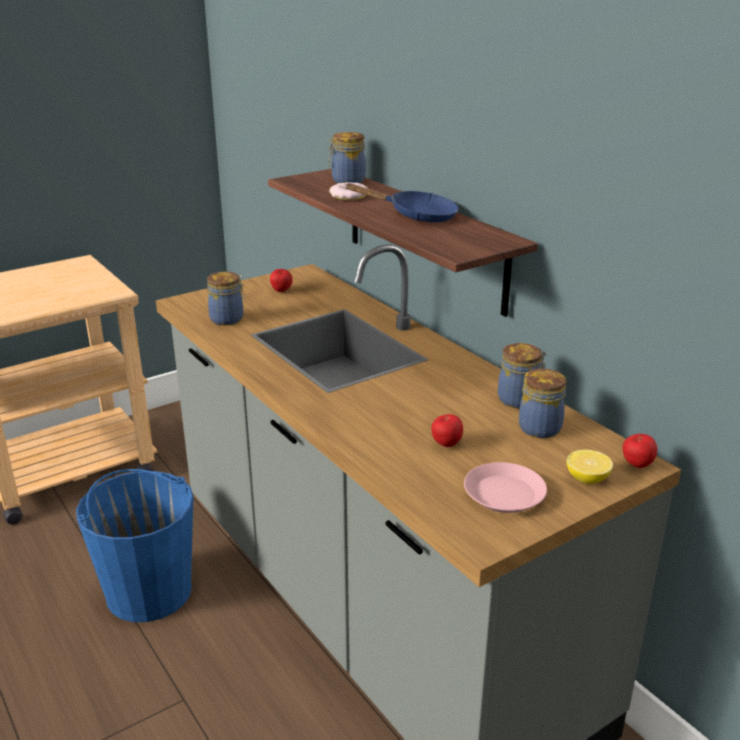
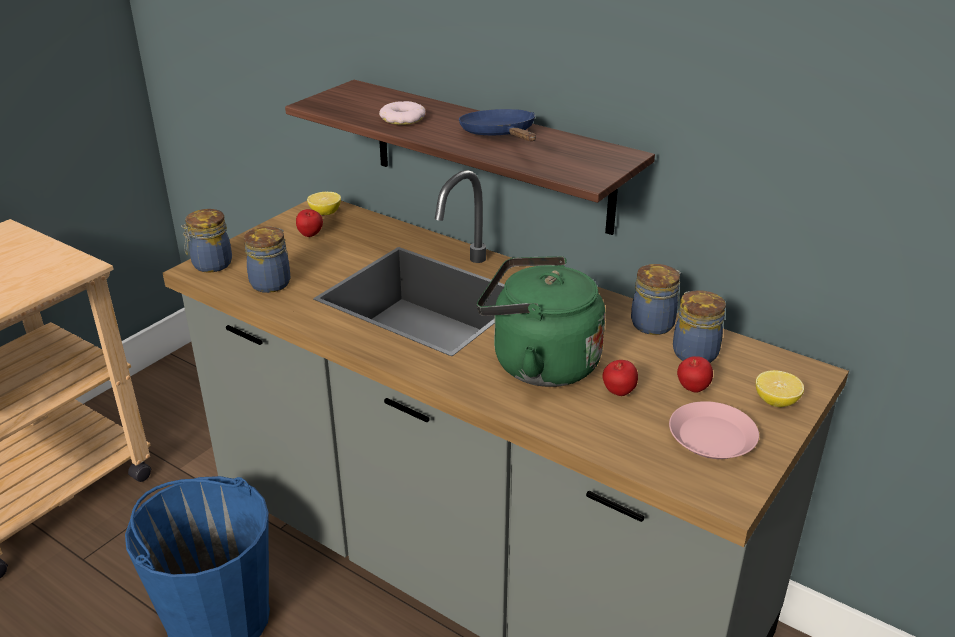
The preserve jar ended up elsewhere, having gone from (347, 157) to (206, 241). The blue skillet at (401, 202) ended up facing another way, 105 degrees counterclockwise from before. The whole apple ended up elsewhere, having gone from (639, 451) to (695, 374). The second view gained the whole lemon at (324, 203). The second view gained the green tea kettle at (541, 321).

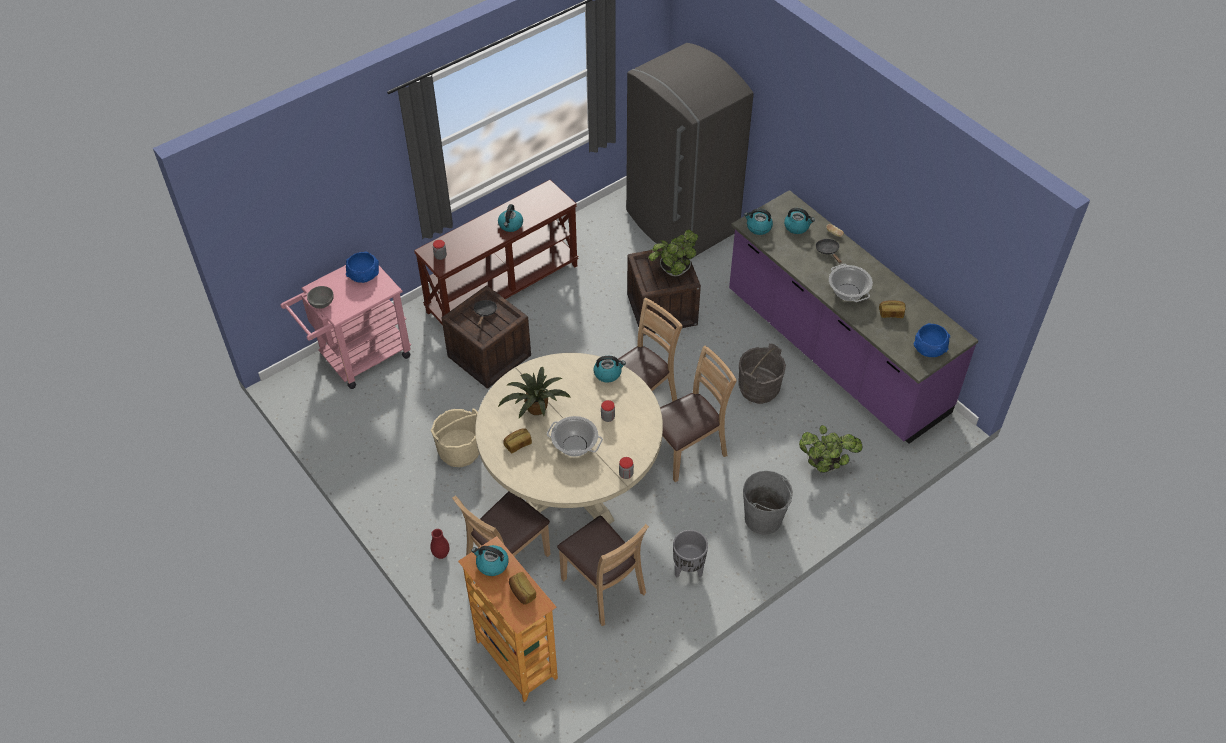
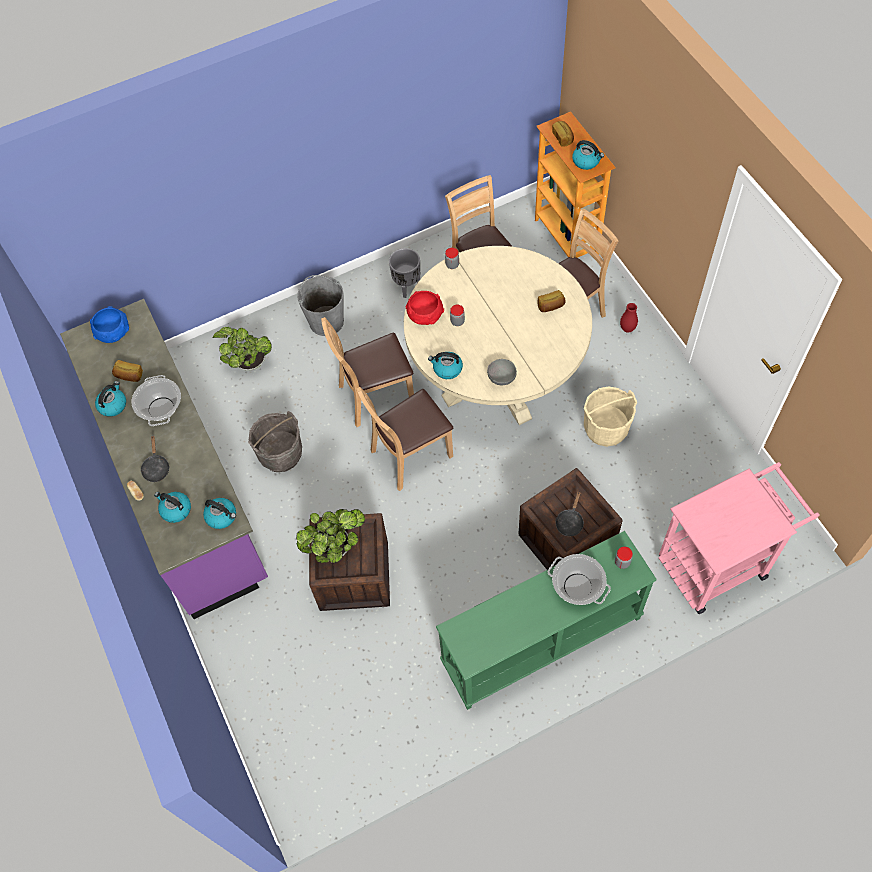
The second view lost the greyish kitchen fridge at (690, 149). What was the brown narrow table at (496, 252) turned into the green narrow table at (546, 620). The tea kettle ended up elsewhere, having gone from (510, 218) to (110, 399). The second view lost the blue serving bowl at (362, 267). The greyish serving bowl ended up elsewhere, having gone from (320, 297) to (502, 372). The second view lost the potted plant at (534, 392). The stockpot ended up elsewhere, having gone from (575, 436) to (579, 579). The second view gained the red serving bowl at (425, 308).

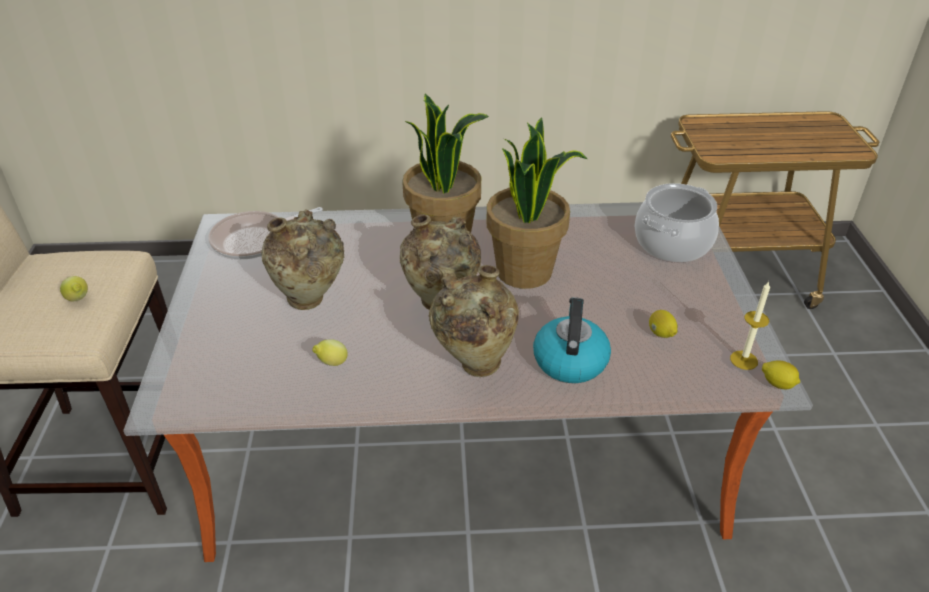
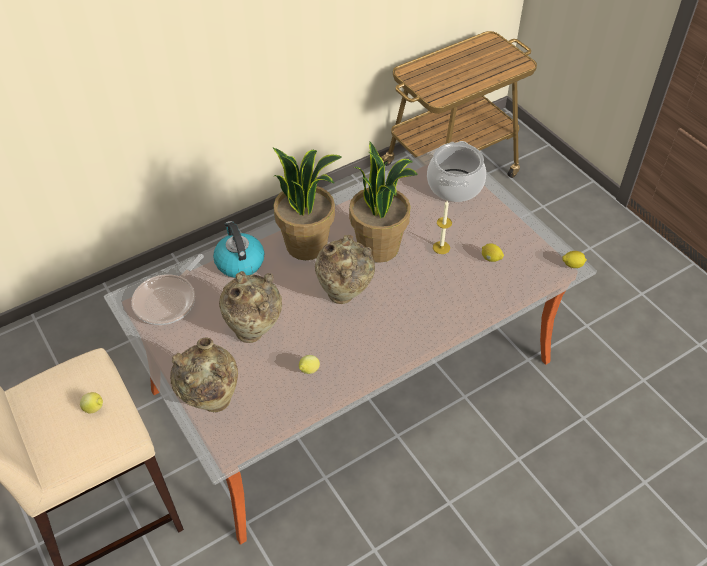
The beige-coloured flower vase ended up elsewhere, having gone from (474, 321) to (204, 374). The wax light ended up elsewhere, having gone from (750, 325) to (442, 227). The tea kettle ended up elsewhere, having gone from (572, 340) to (238, 249).

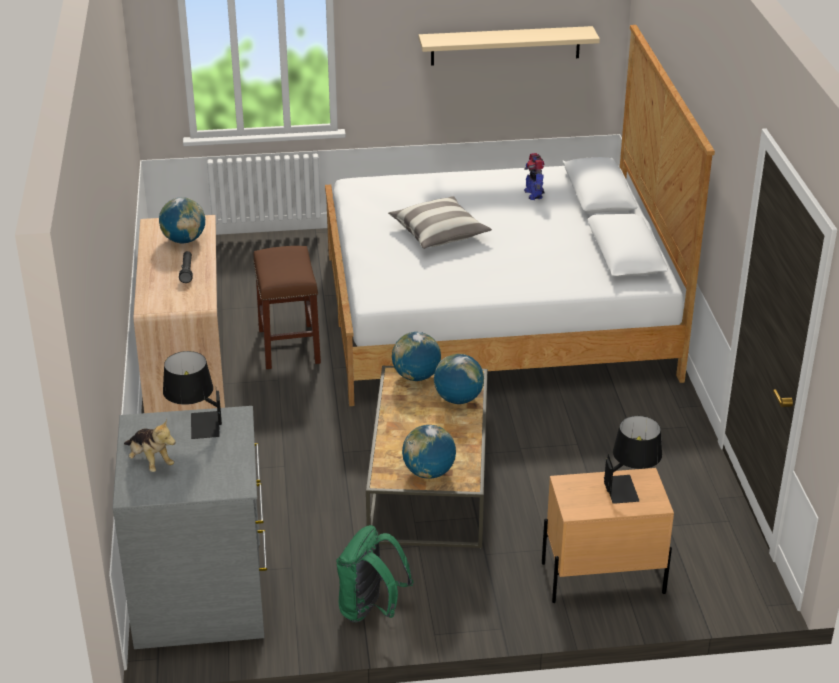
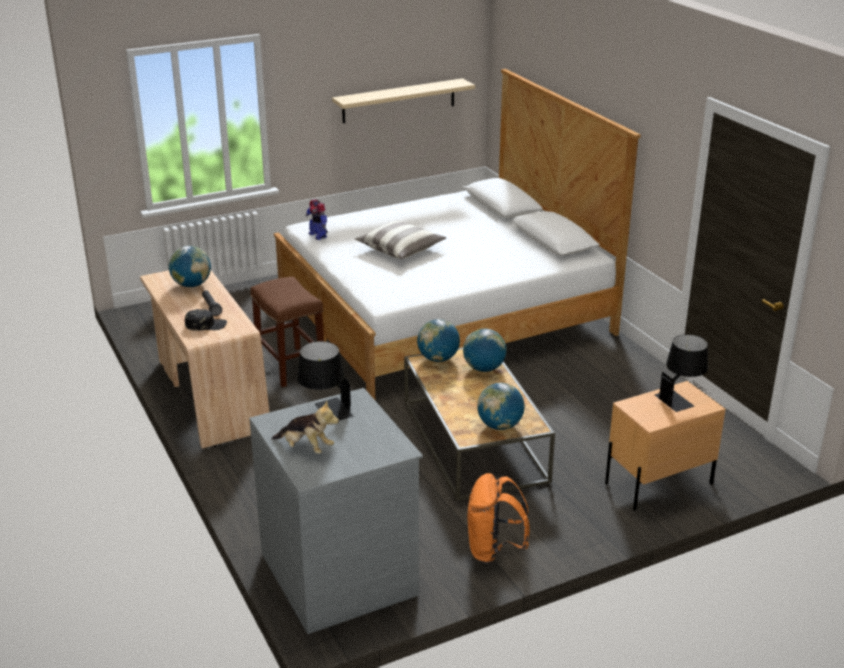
The toy robot ended up elsewhere, having gone from (534, 176) to (317, 219). What was the green rucksack at (375, 573) turned into the orange rucksack at (499, 518). The second view gained the black peaked cap at (206, 320).

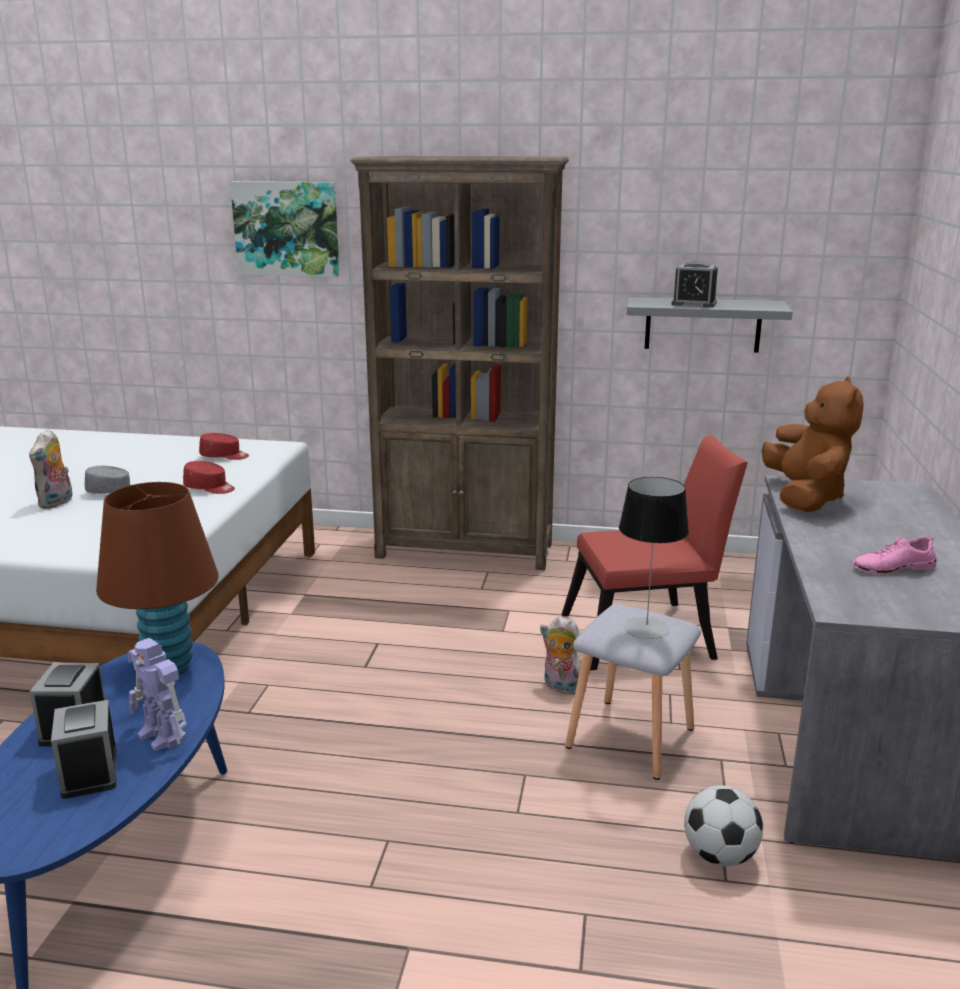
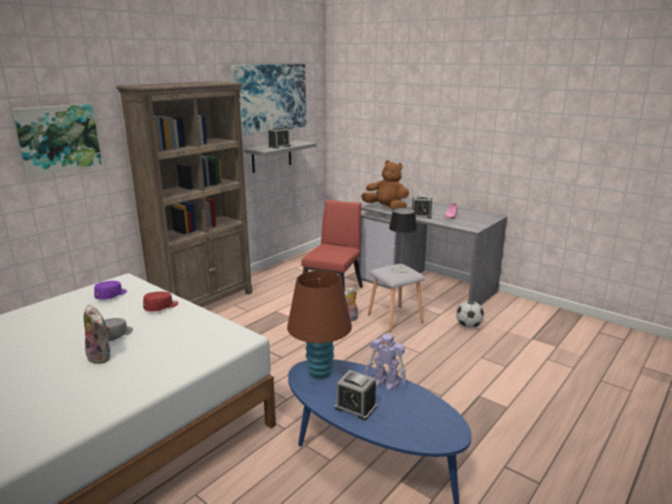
What was the red peaked cap at (224, 446) turned into the purple peaked cap at (110, 290). The toy robot at (156, 694) ended up facing another way, 45 degrees clockwise from before. The bedside clock ended up elsewhere, having gone from (84, 749) to (422, 206). The second view gained the wall art at (268, 100).

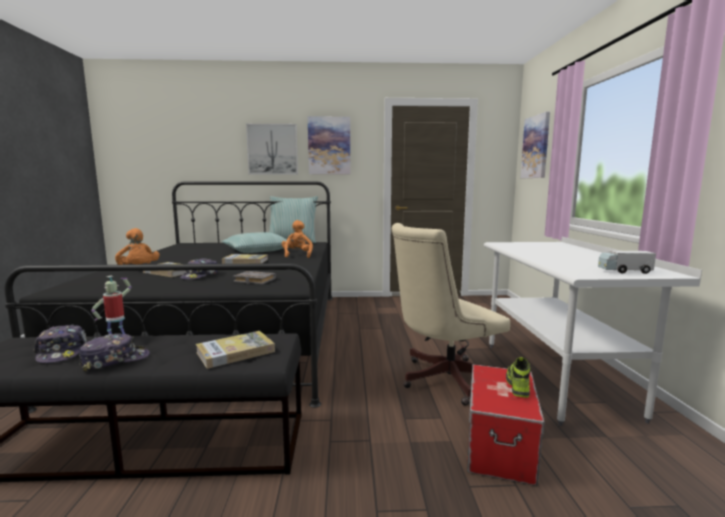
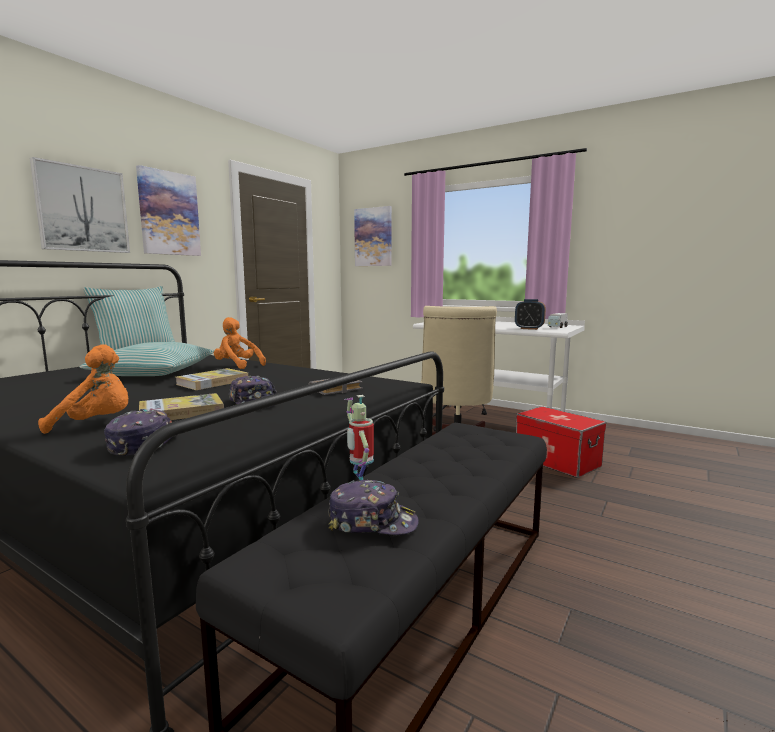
The second view lost the bound book at (235, 350). The peaked cap ended up elsewhere, having gone from (114, 352) to (141, 432). The second view lost the shoe at (518, 377). The second view gained the bedside clock at (530, 314).

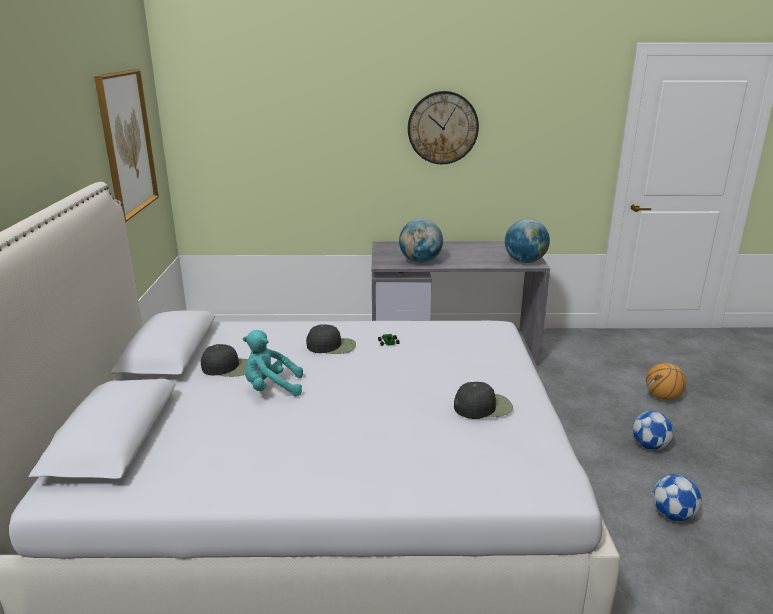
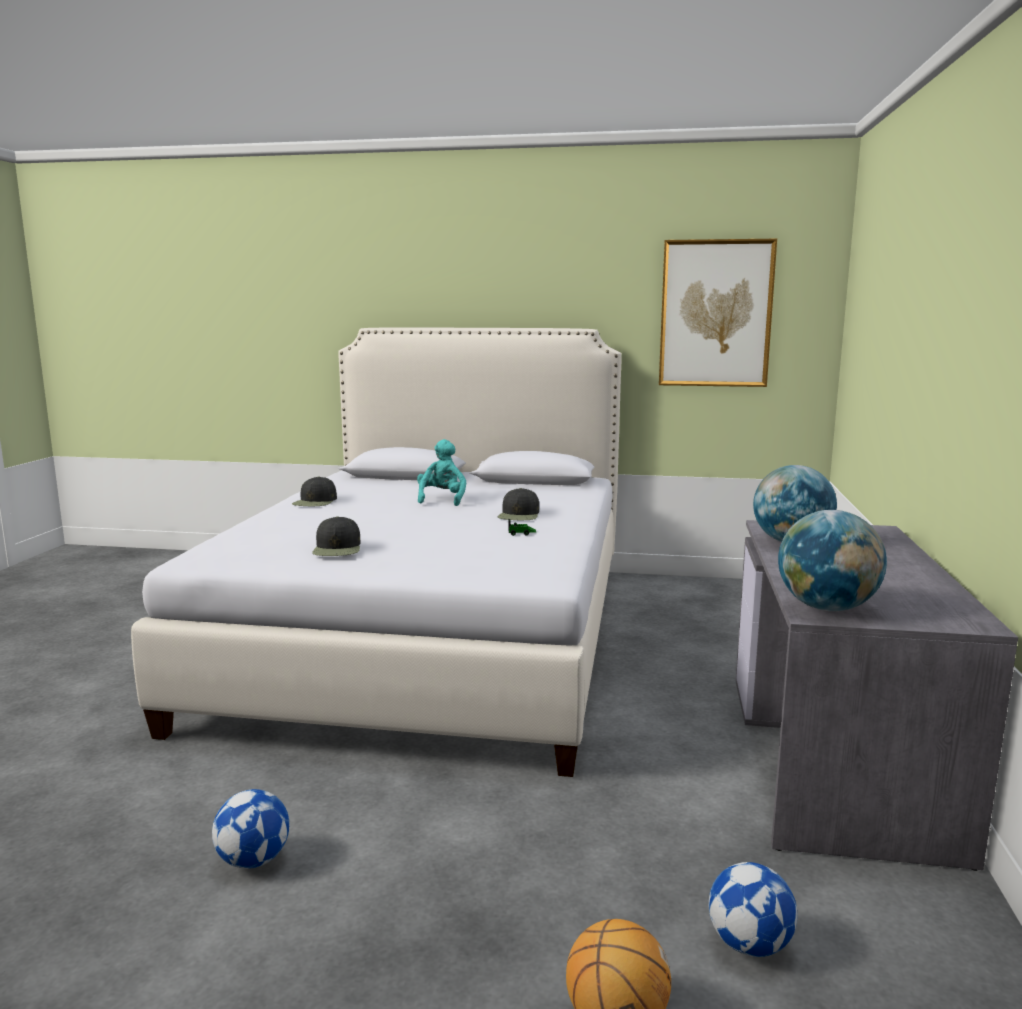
The second view lost the hanging clock at (443, 127). The black peaked cap ended up elsewhere, having gone from (224, 360) to (314, 491). The football ended up elsewhere, having gone from (653, 430) to (753, 909).

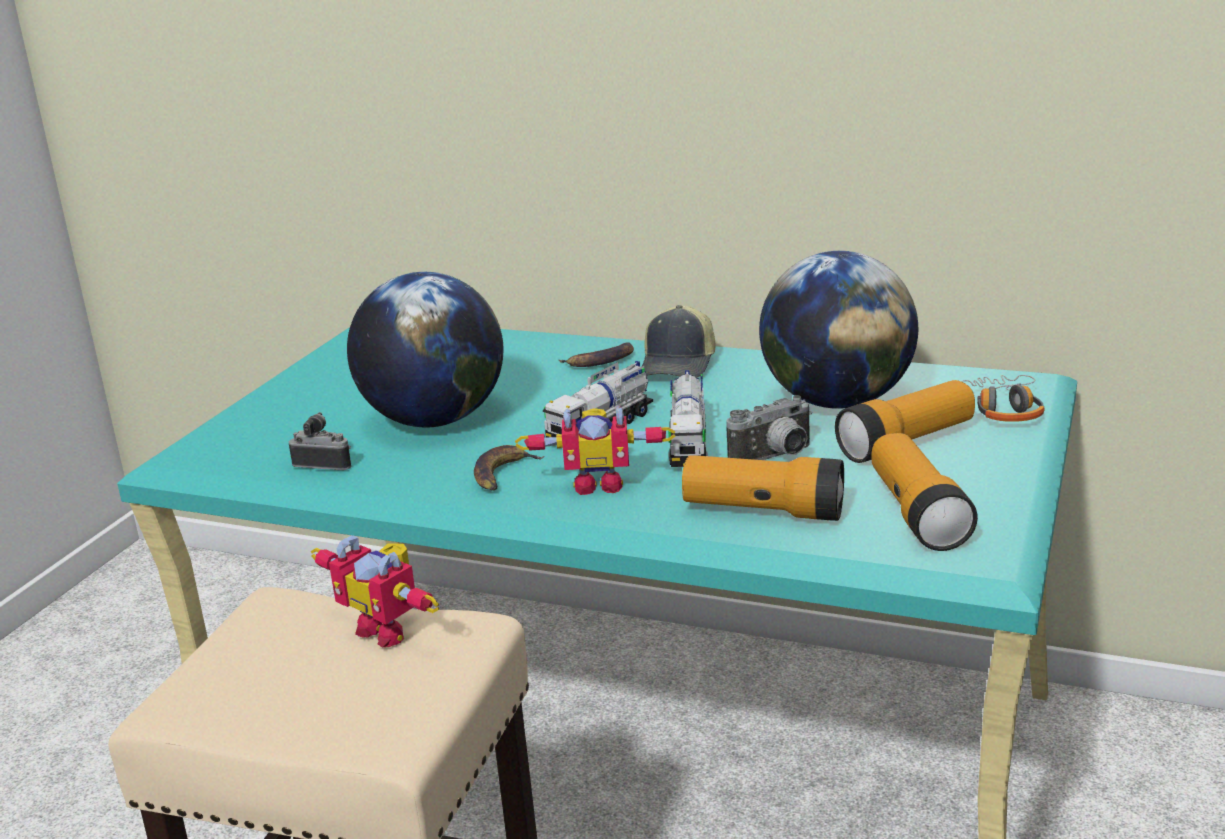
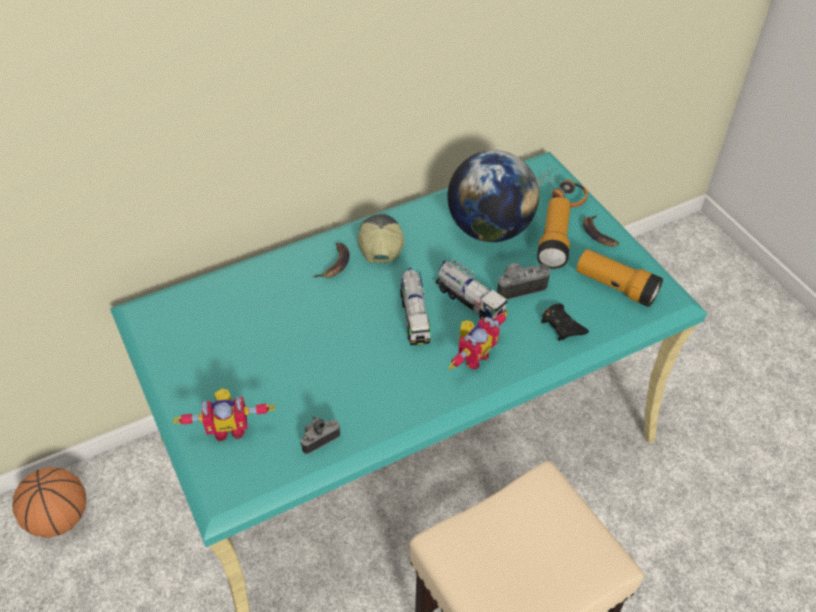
The second view lost the world globe at (425, 349). The peaked cap at (678, 341) ended up facing another way, 150 degrees counterclockwise from before. The photo camera at (769, 427) ended up facing another way, 120 degrees counterclockwise from before. The banana ended up elsewhere, having gone from (509, 468) to (601, 230). Where the flashlight stood at (763, 488), the black gamepad came to stand at (565, 322). The toy robot ended up elsewhere, having gone from (375, 591) to (224, 415). The second view gained the basketball at (49, 502).

